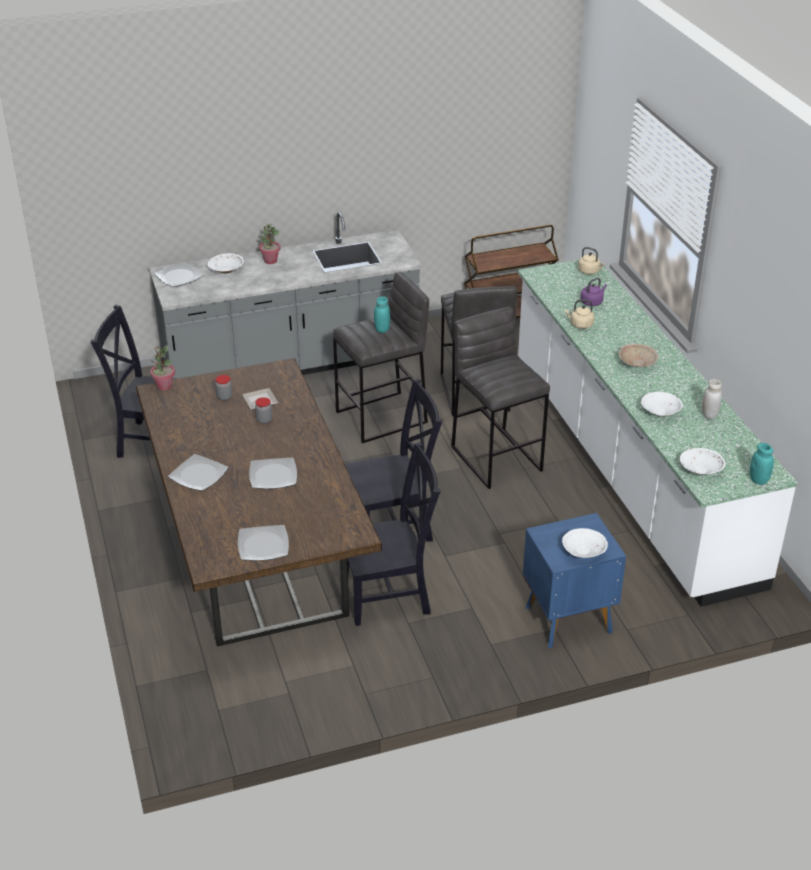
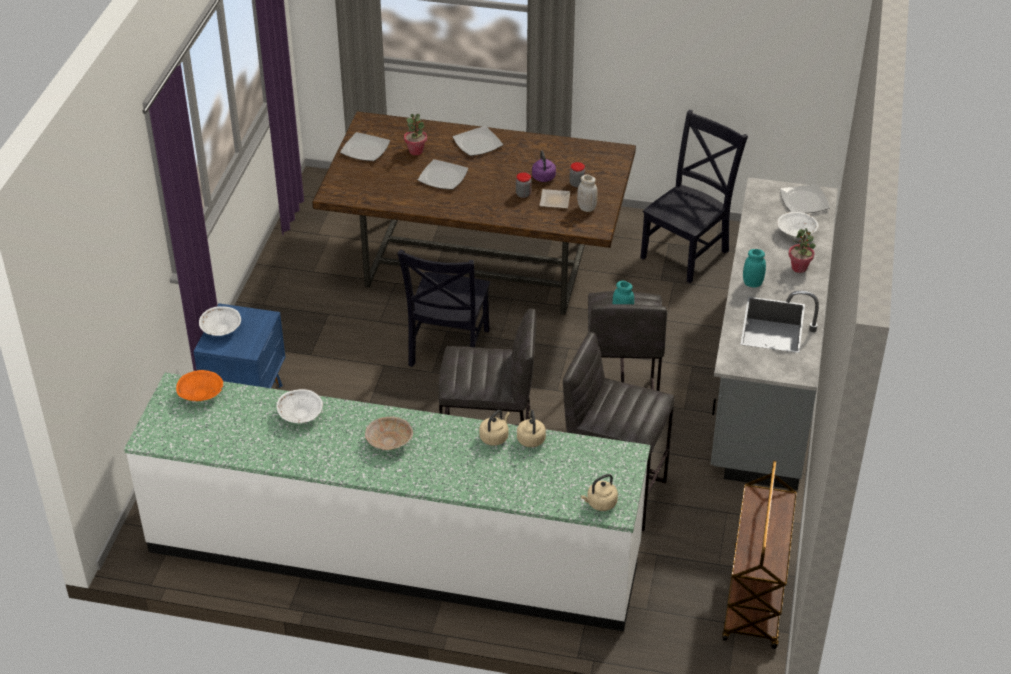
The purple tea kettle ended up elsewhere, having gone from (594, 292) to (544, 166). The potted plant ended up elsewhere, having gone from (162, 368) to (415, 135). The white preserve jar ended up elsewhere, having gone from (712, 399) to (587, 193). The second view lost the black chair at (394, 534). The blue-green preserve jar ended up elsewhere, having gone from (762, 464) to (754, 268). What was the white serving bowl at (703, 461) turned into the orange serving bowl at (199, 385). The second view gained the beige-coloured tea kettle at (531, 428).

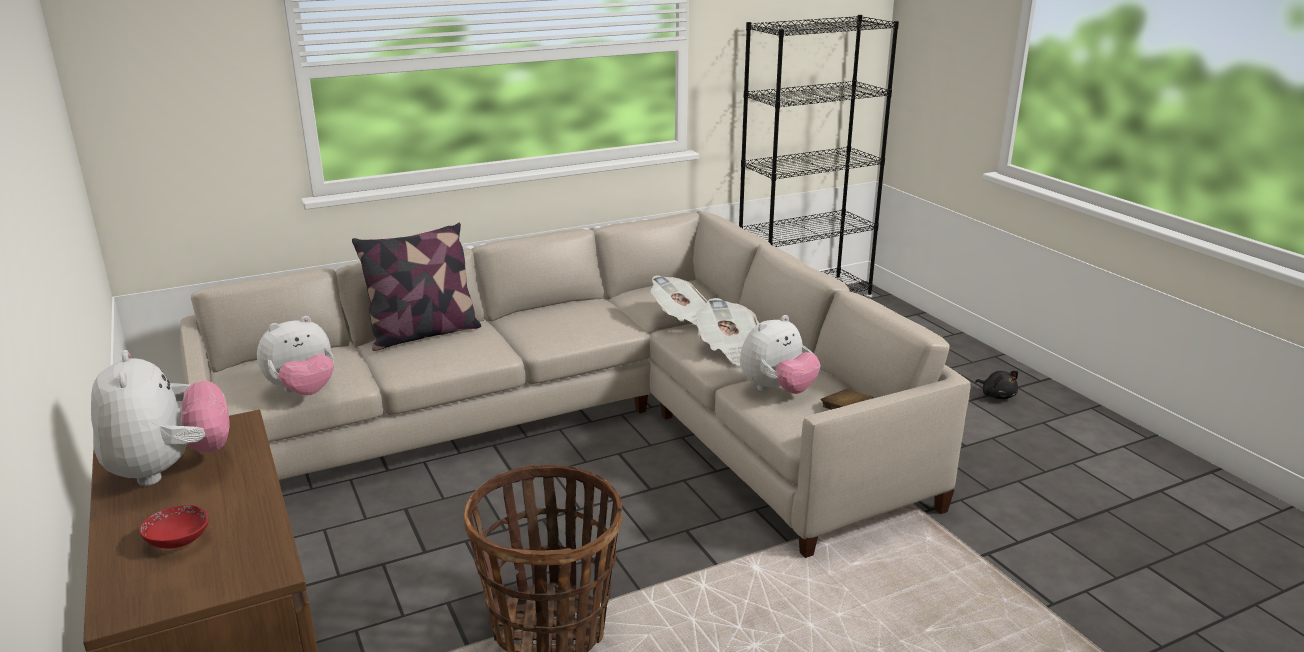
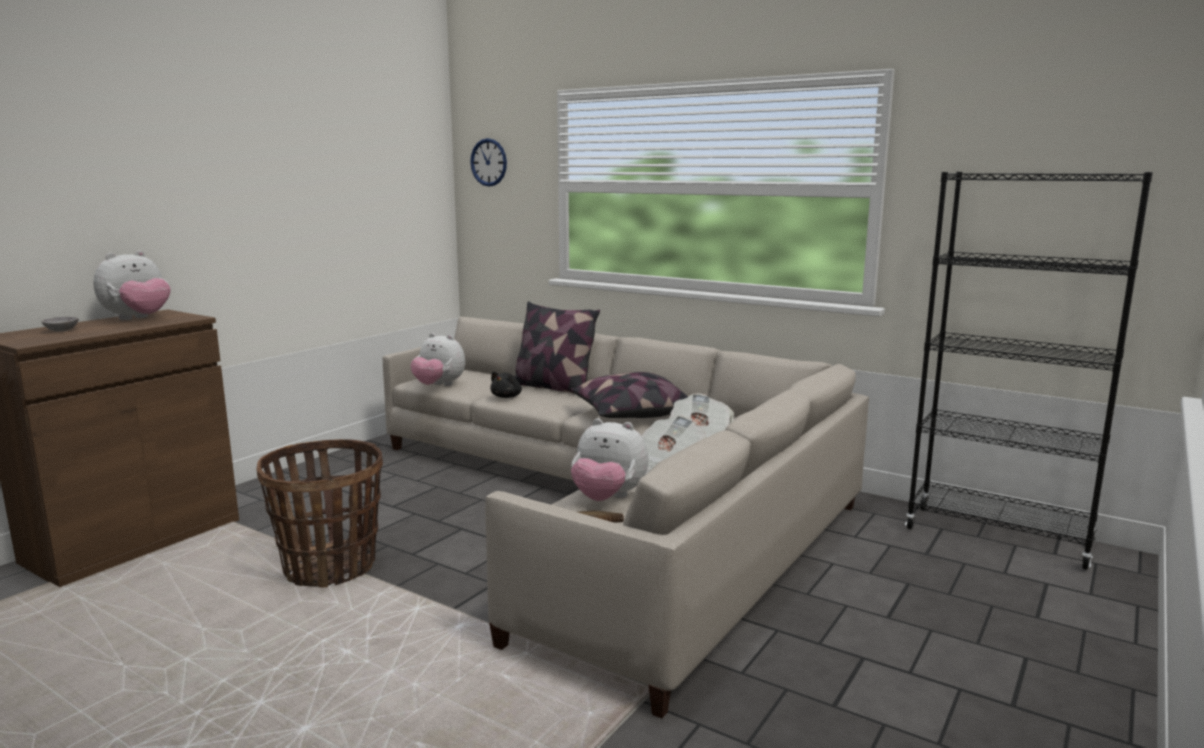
The black soft toy ended up elsewhere, having gone from (996, 385) to (506, 384). What was the red serving bowl at (174, 527) turned into the greyish serving bowl at (60, 324). The second view gained the hanging clock at (488, 162). The second view gained the cushion at (629, 395).

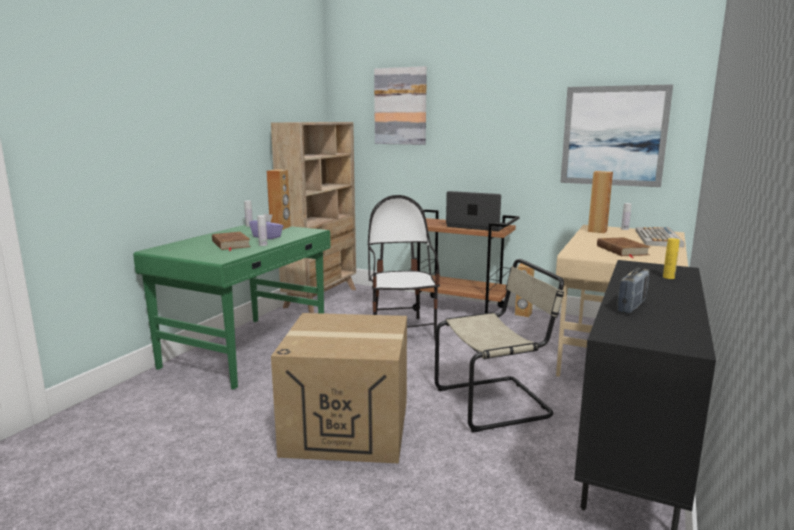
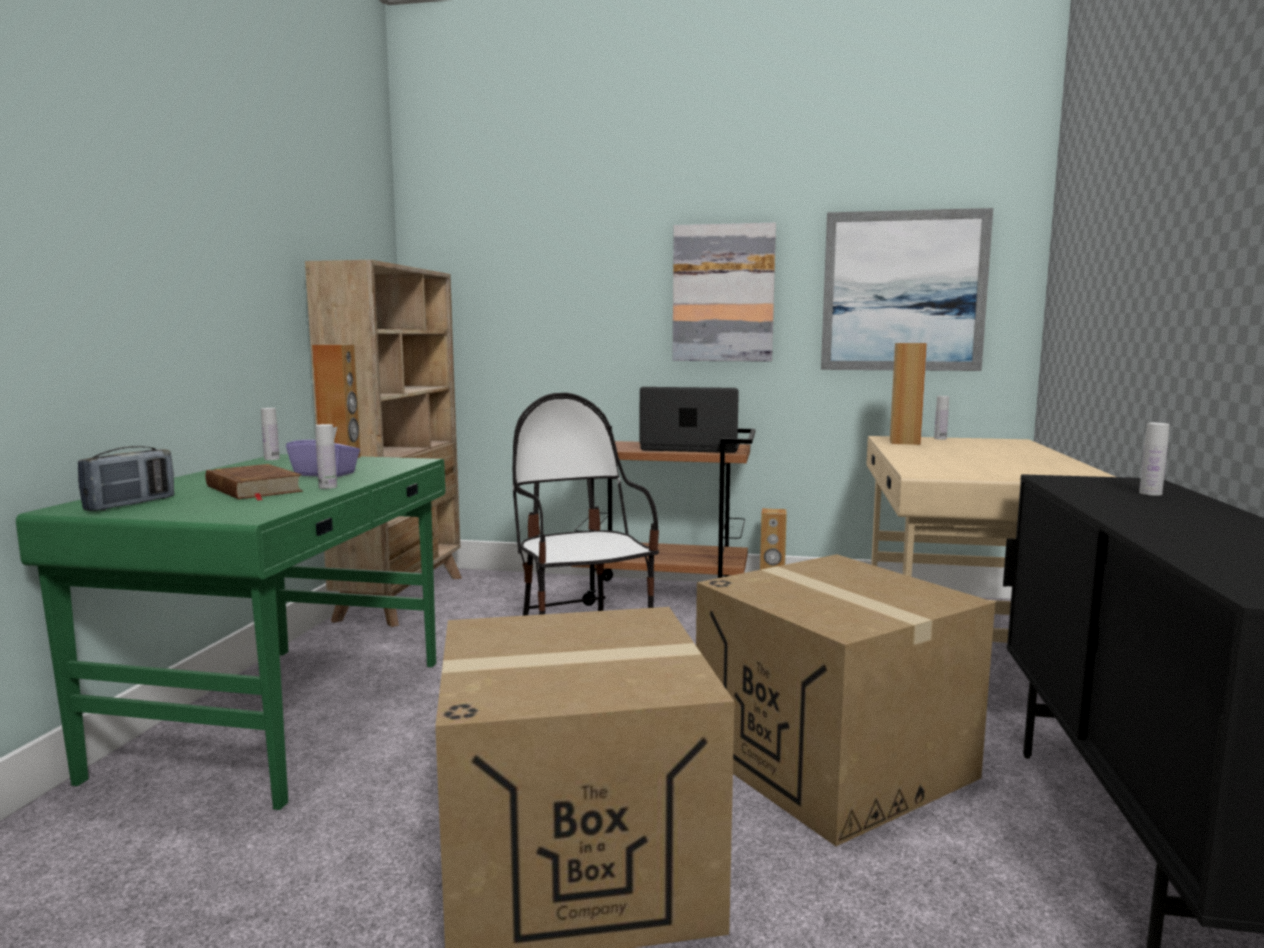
The wall art ended up elsewhere, having gone from (400, 105) to (724, 292). The second view lost the keyboard at (659, 237). The second view lost the brown bound book at (623, 247). What was the yellow-coloured beverage bottle at (671, 258) turned into the white beverage bottle at (1154, 459). Where the beige-coloured chair stood at (499, 345), the packing box came to stand at (845, 700). The radio set ended up elsewhere, having gone from (633, 291) to (126, 478).

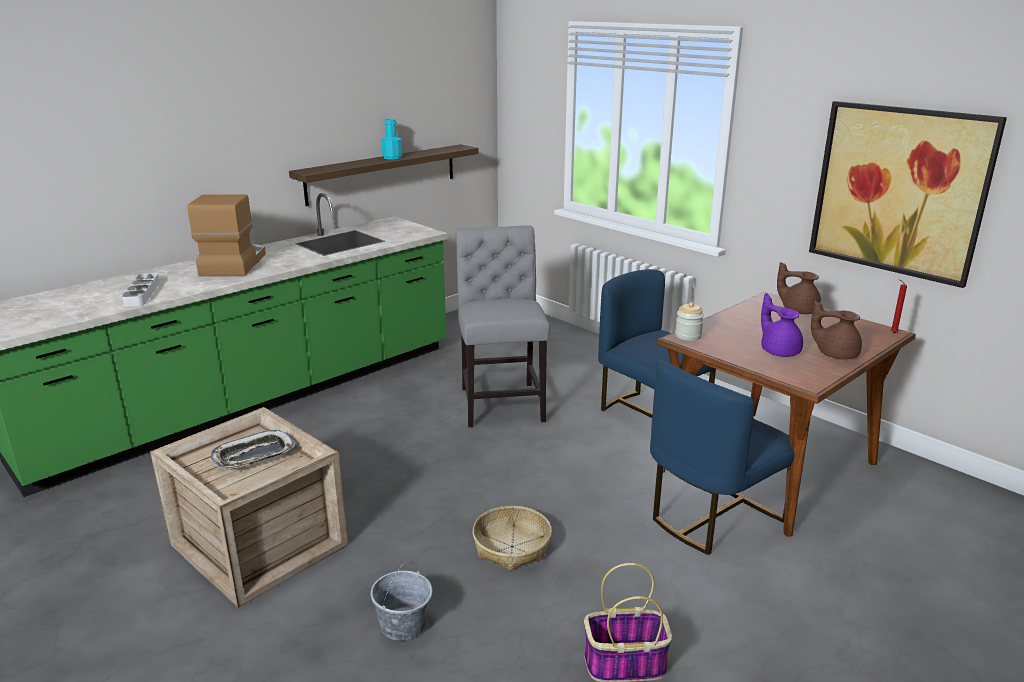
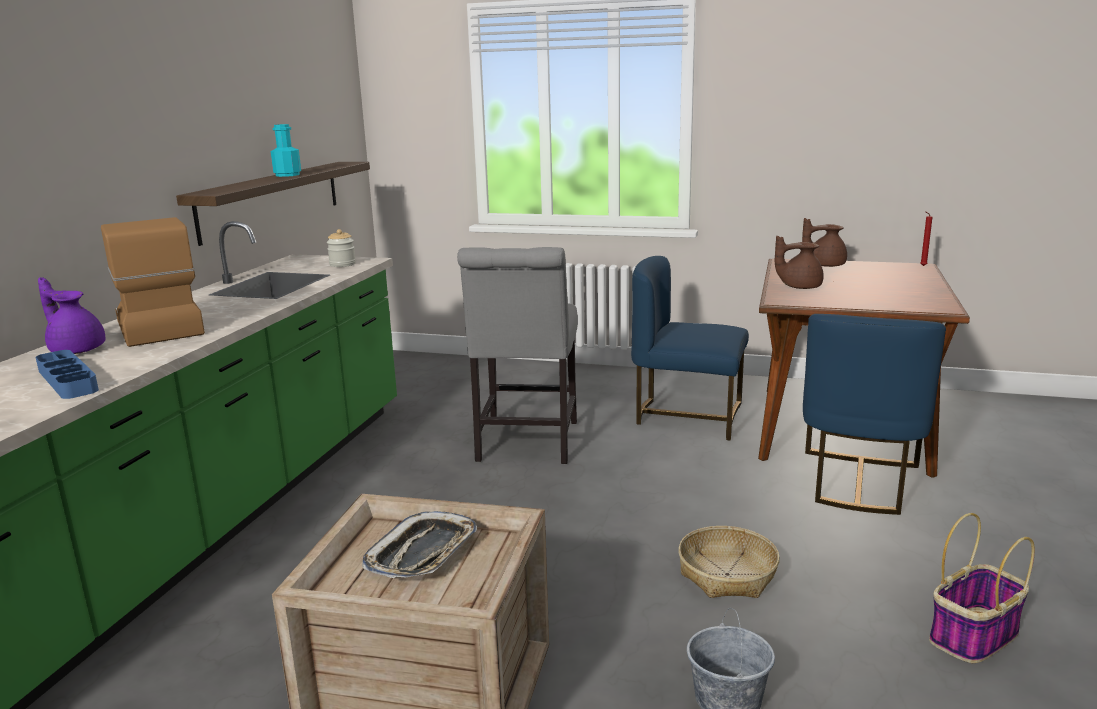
The second view lost the wall art at (908, 194). The greyish chair at (502, 326) ended up facing another way, 135 degrees counterclockwise from before. What was the greyish carrying tray at (141, 289) turned into the blue carrying tray at (67, 374). The purple pot for tea ended up elsewhere, having gone from (782, 325) to (71, 315). The brown pot for tea ended up elsewhere, having gone from (836, 330) to (799, 262). The preserve jar ended up elsewhere, having gone from (689, 321) to (341, 248).

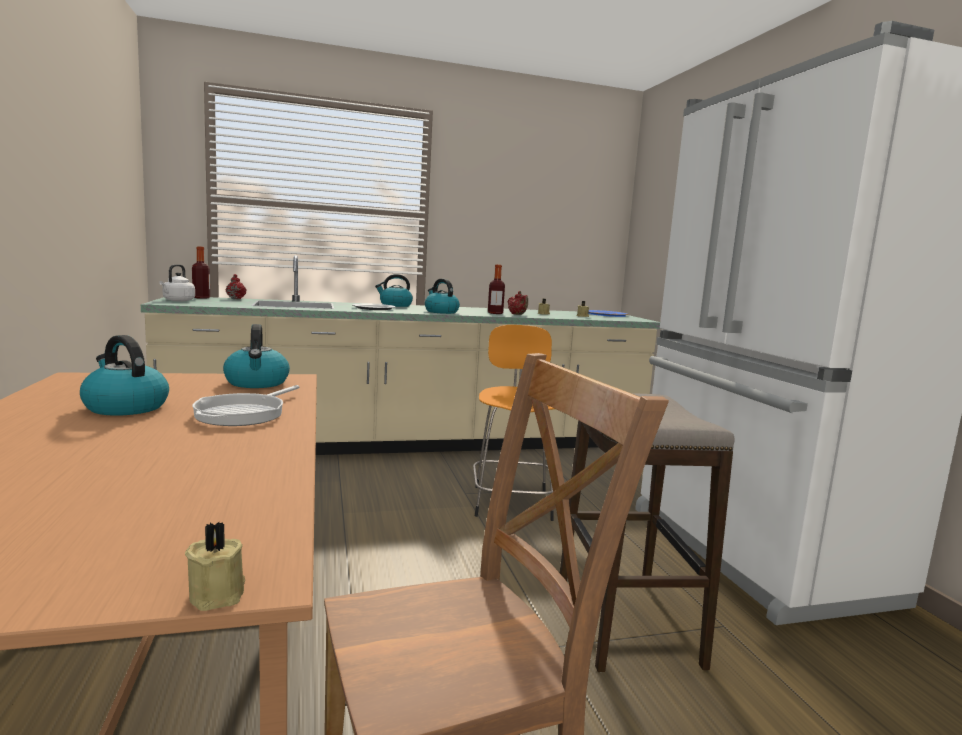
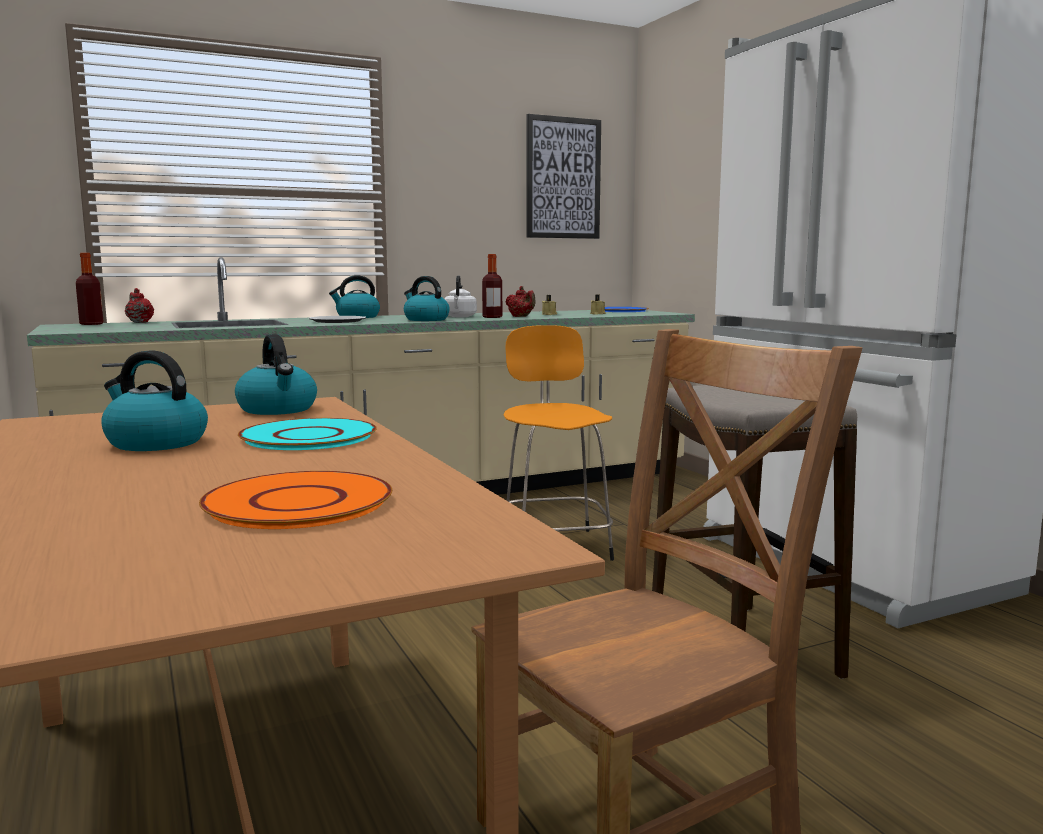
The white tea kettle ended up elsewhere, having gone from (177, 282) to (460, 296). Where the skillet stood at (245, 405), the blue-green plate came to stand at (307, 434). The second view lost the beige-coloured wax light at (215, 566). The second view gained the wall art at (563, 176). The second view gained the orange plate at (295, 500).

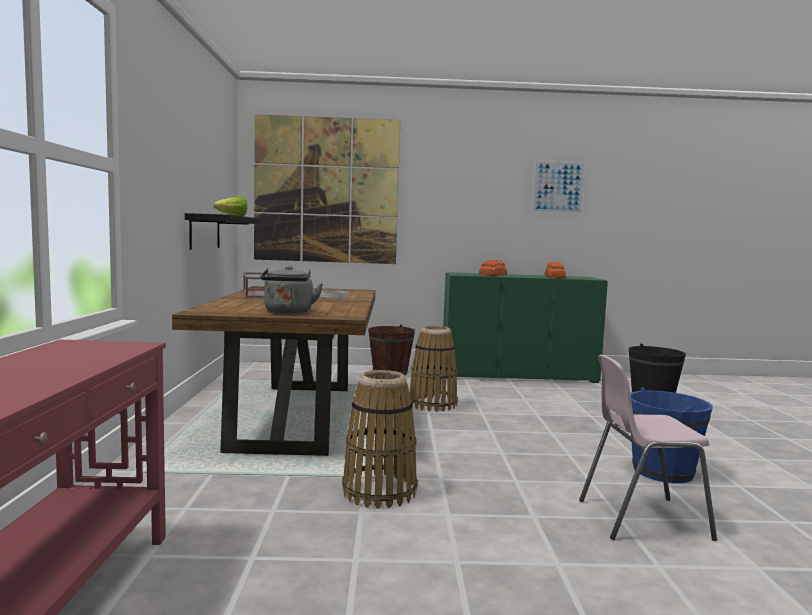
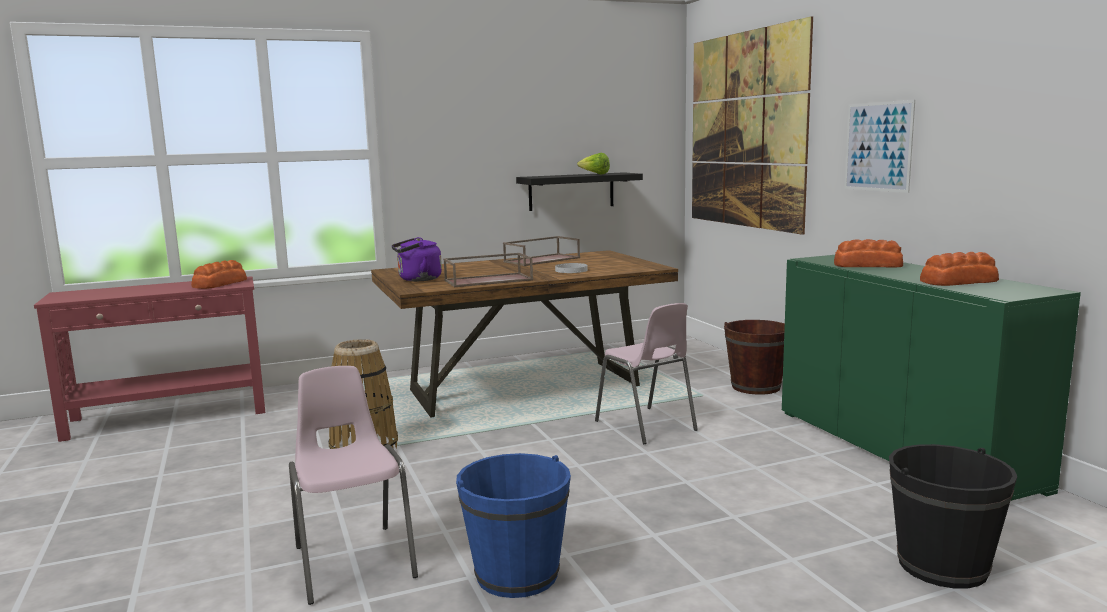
The wall art ended up elsewhere, having gone from (558, 187) to (879, 146). What was the greyish tea kettle at (291, 290) turned into the purple tea kettle at (416, 259). Where the household basket stood at (434, 369), the pink chair came to stand at (646, 373). The second view gained the brown carrying tray at (488, 270). The second view gained the baked bread at (219, 274).

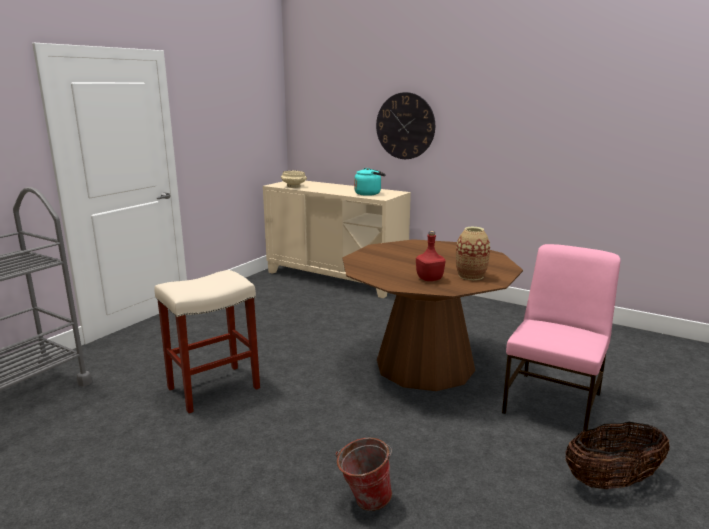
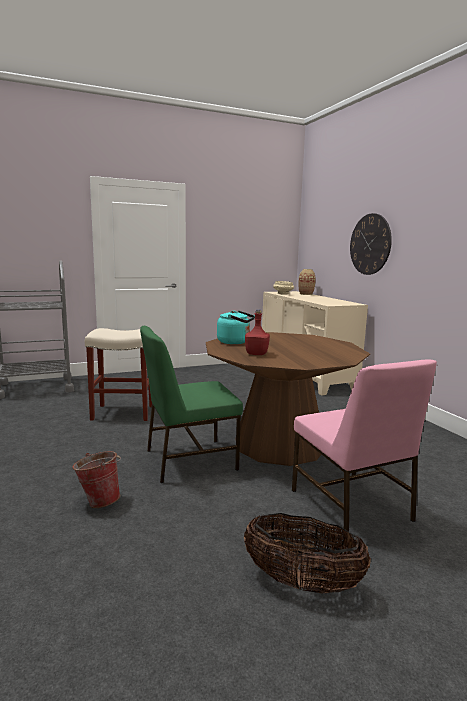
The blue-green tea kettle ended up elsewhere, having gone from (370, 182) to (236, 327). The flower vase ended up elsewhere, having gone from (473, 253) to (307, 282). The pink chair at (561, 339) ended up facing another way, 90 degrees clockwise from before. The second view gained the green chair at (191, 404).

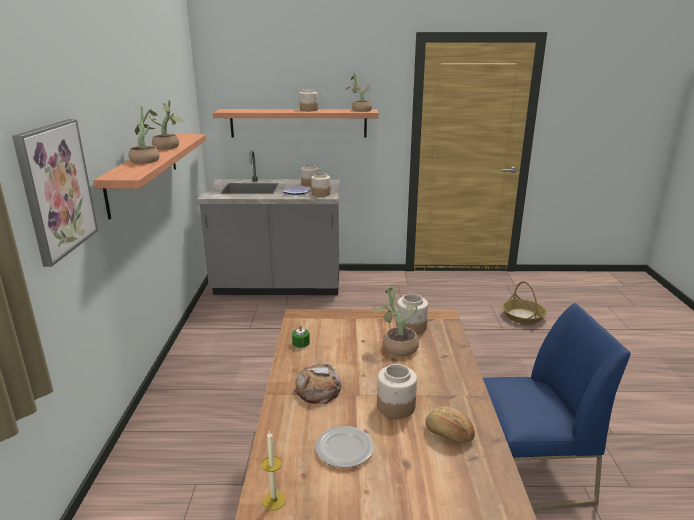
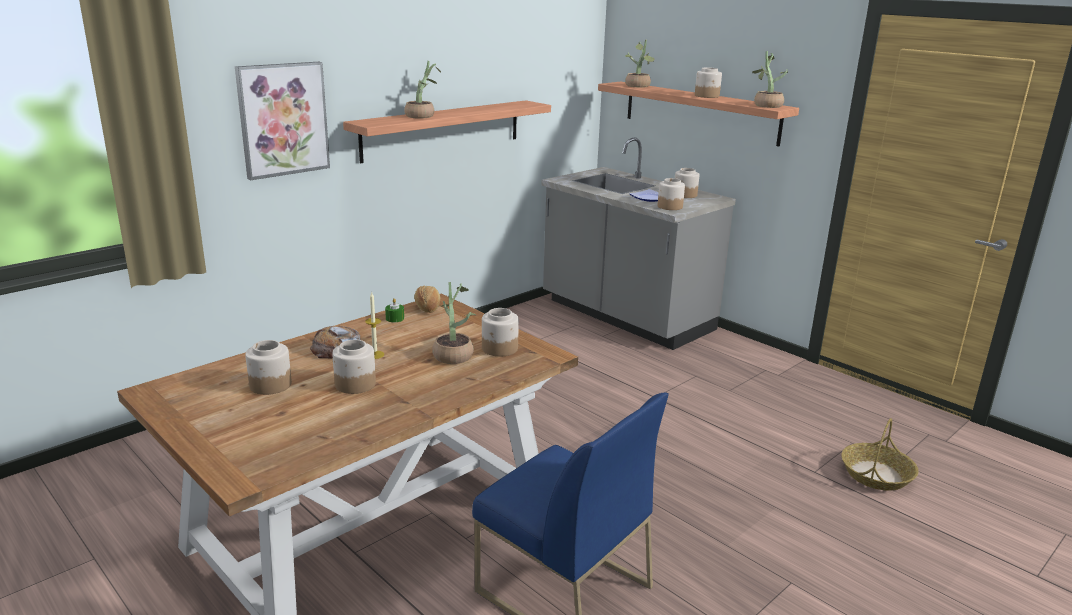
The potted plant ended up elsewhere, having gone from (166, 125) to (640, 64). The baked bread ended up elsewhere, having gone from (450, 424) to (427, 299). Where the plate stood at (344, 447), the preserve jar came to stand at (268, 367). The wax light ended up elsewhere, having gone from (273, 470) to (374, 325).

